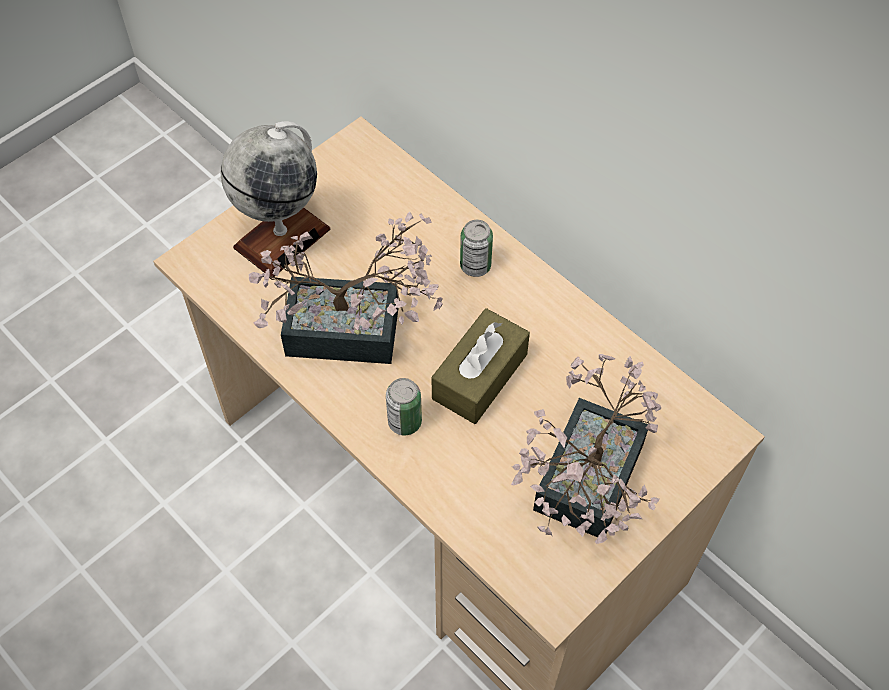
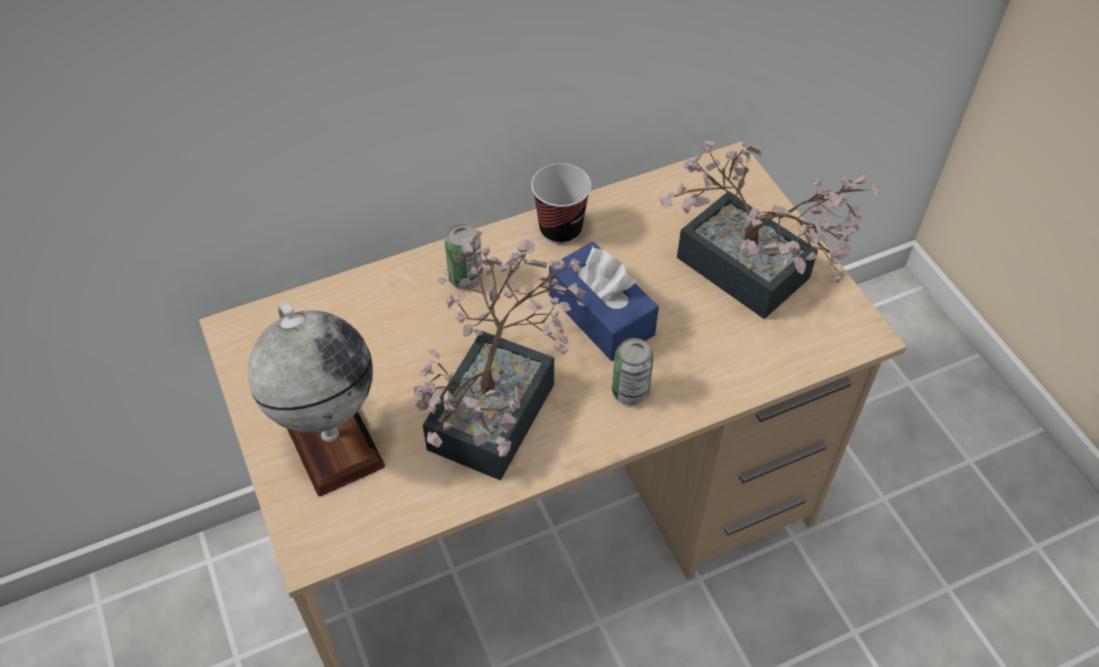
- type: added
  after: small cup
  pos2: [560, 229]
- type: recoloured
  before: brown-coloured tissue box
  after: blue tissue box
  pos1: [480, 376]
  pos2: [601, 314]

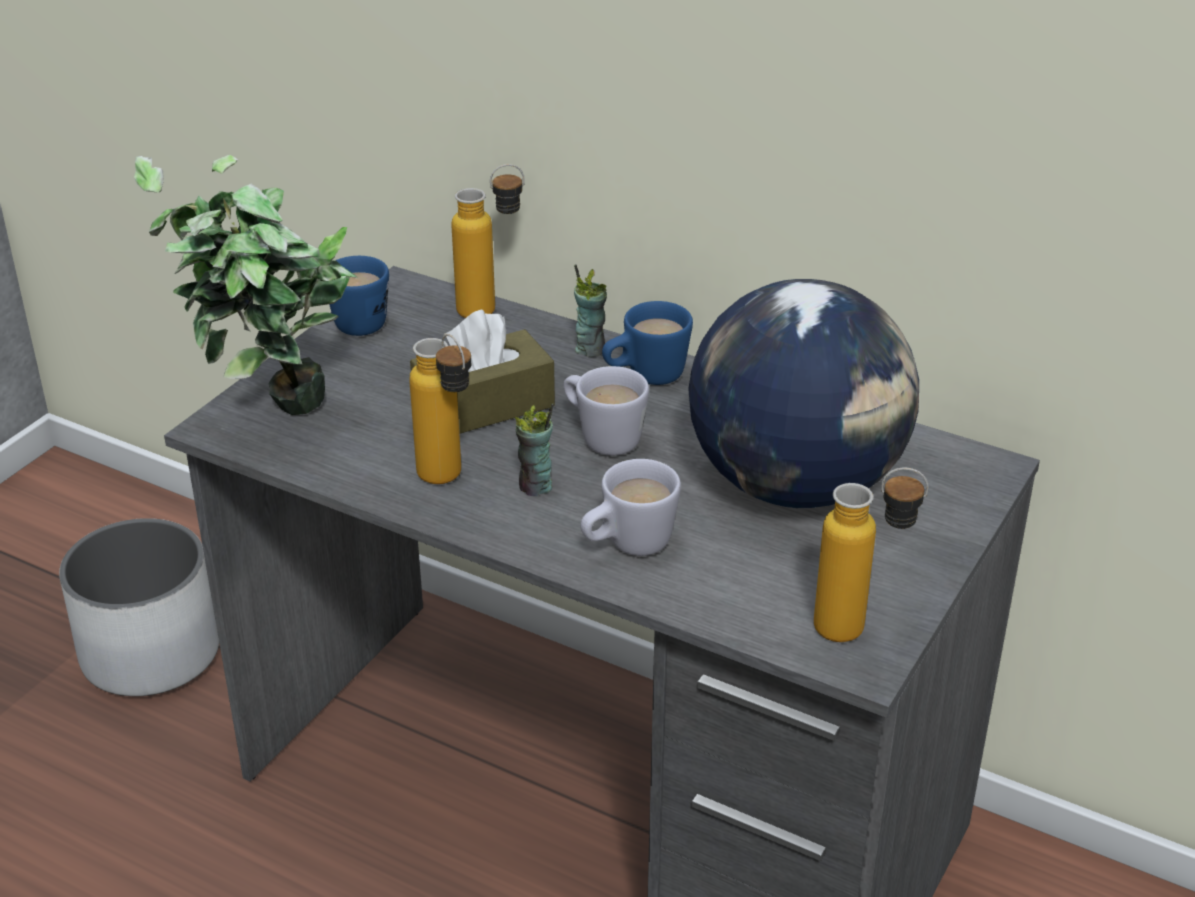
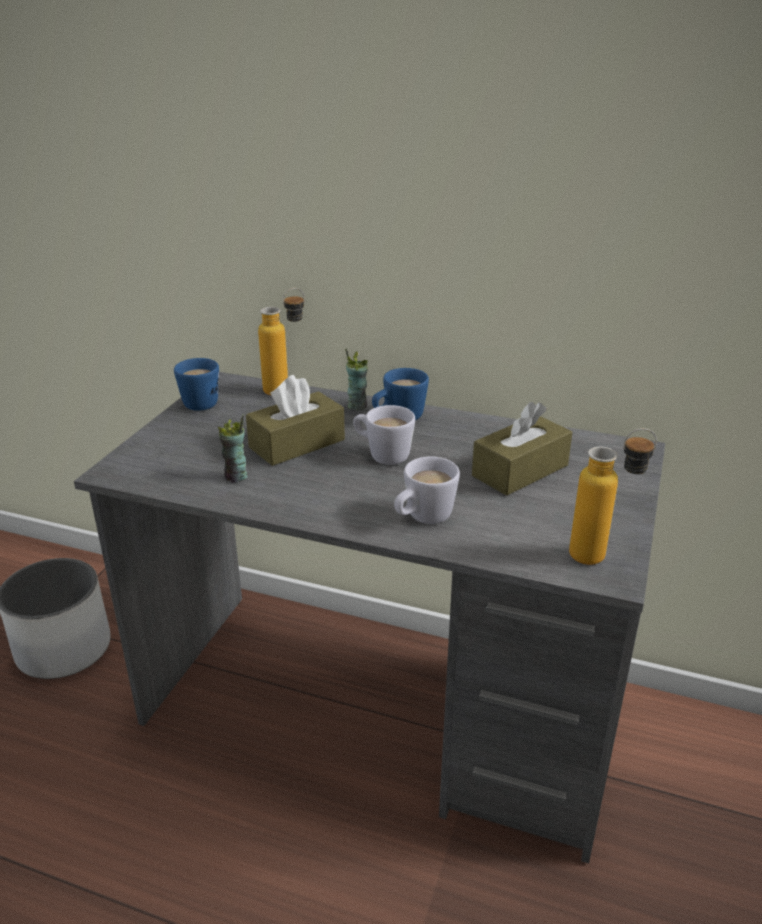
- type: removed
  before: houseplant
  pos1: [271, 419]
- type: removed
  before: drink bottle
  pos1: [449, 482]
- type: moved
  before: small cup
  pos1: [535, 487]
  pos2: [236, 477]
- type: replaced
  before: desk globe
  after: brown-coloured tissue box
  pos1: [796, 484]
  pos2: [520, 470]

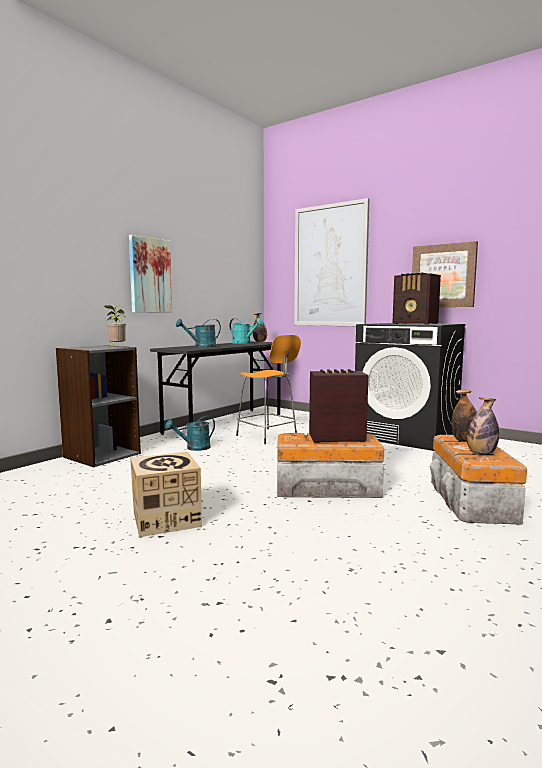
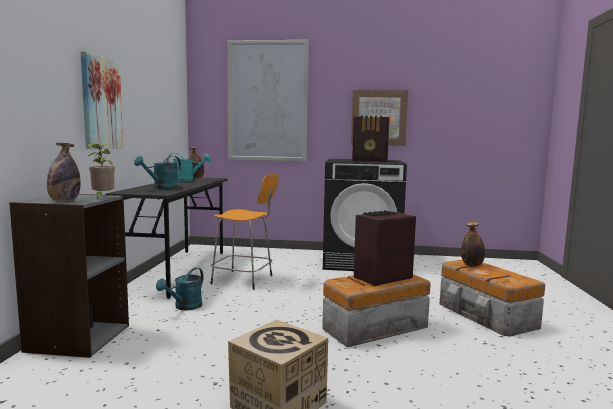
- type: moved
  before: drink bottle
  pos1: [481, 453]
  pos2: [64, 201]

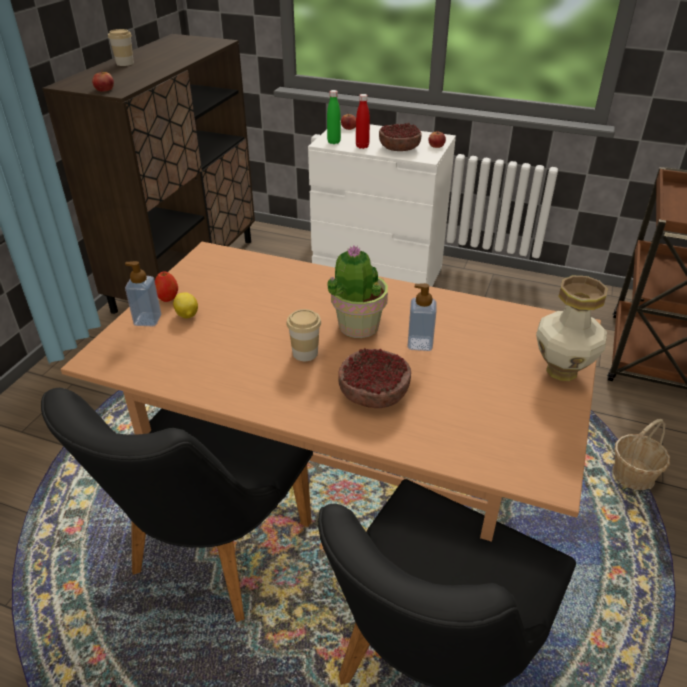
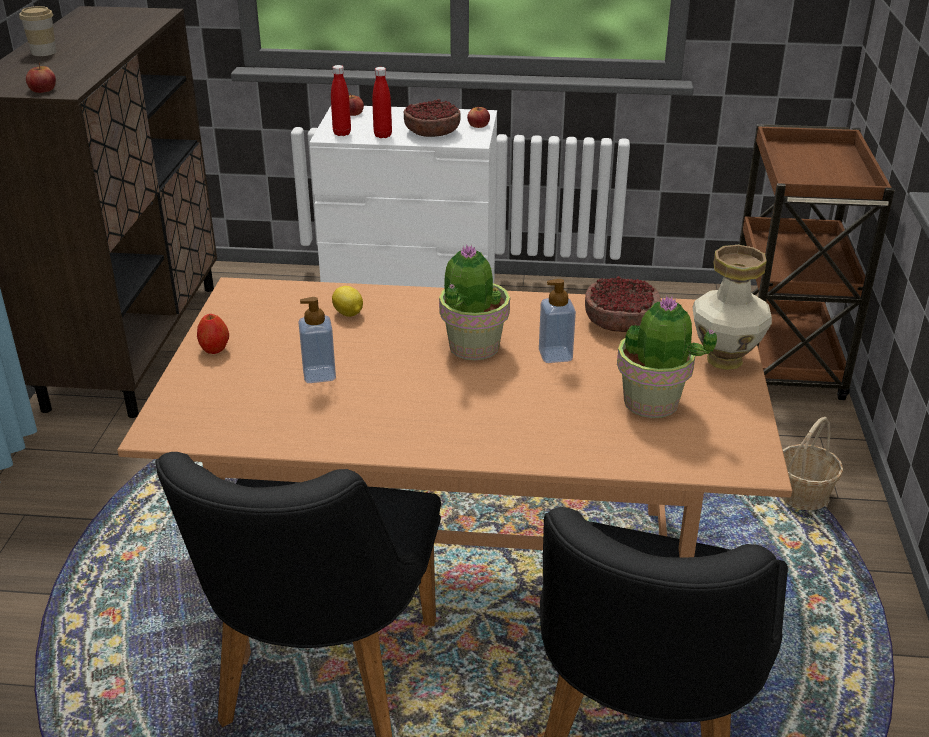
- type: removed
  before: small cup
  pos1: [305, 353]
- type: added
  after: houseplant
  pos2: [651, 403]
- type: moved
  before: soap bottle
  pos1: [147, 320]
  pos2: [319, 375]
- type: moved
  before: citrus fruit
  pos1: [187, 315]
  pos2: [348, 314]
- type: moved
  before: serving bowl
  pos1: [373, 392]
  pos2: [620, 322]
- type: recoloured
  before: greenish drink bottle
  after: red drink bottle
  pos1: [334, 142]
  pos2: [342, 133]

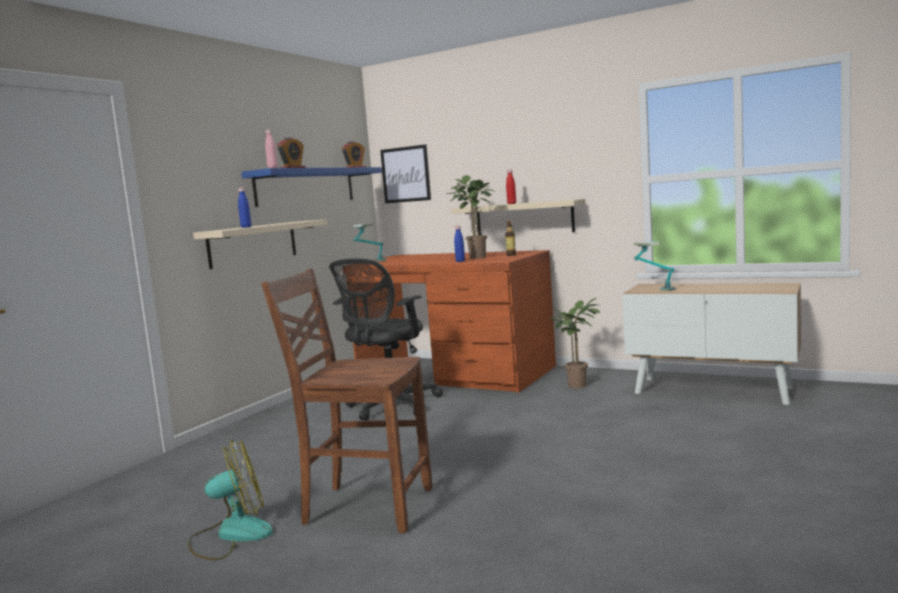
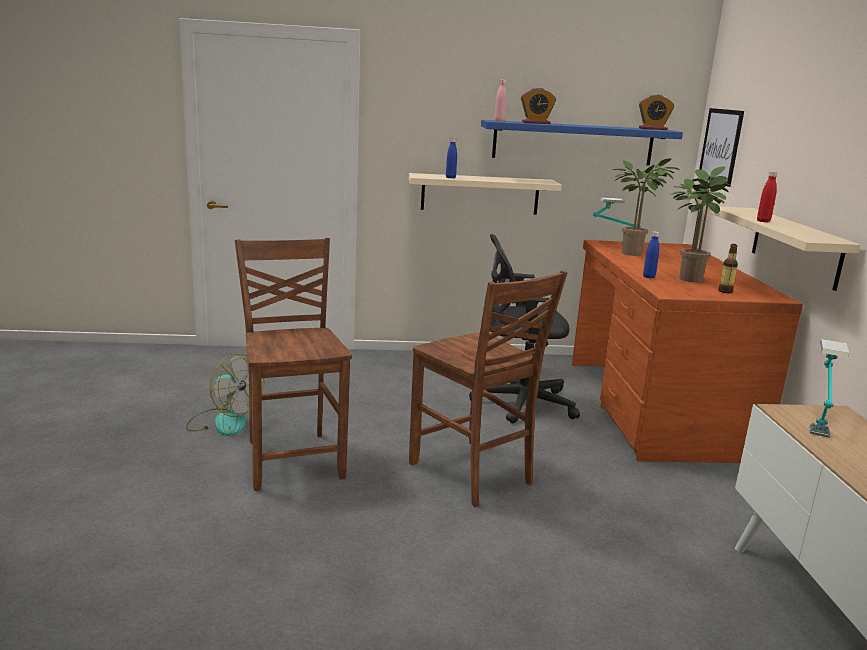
- type: added
  after: brown-coloured plain chair
  pos2: [472, 474]
- type: moved
  before: houseplant
  pos1: [578, 385]
  pos2: [635, 253]

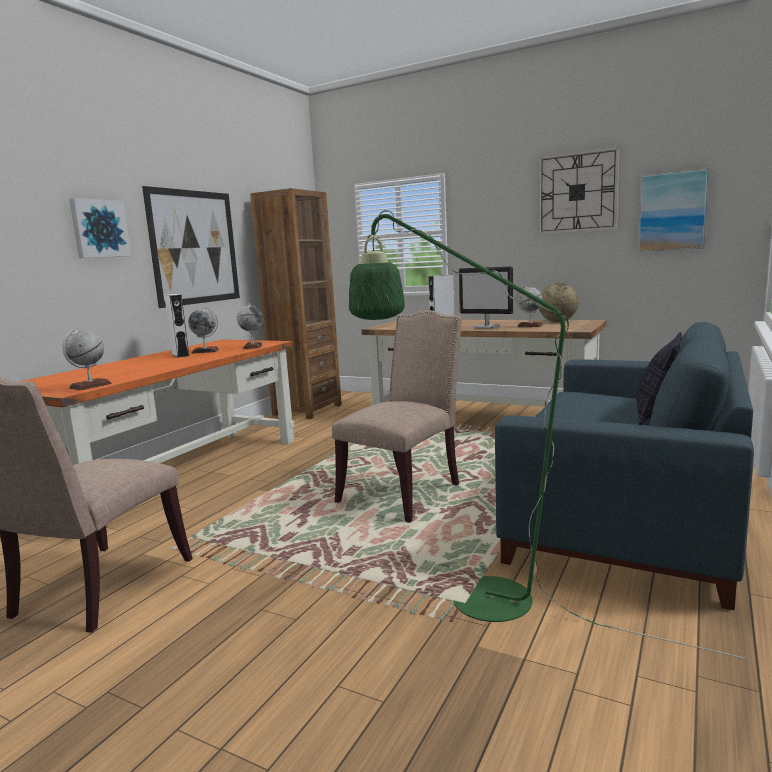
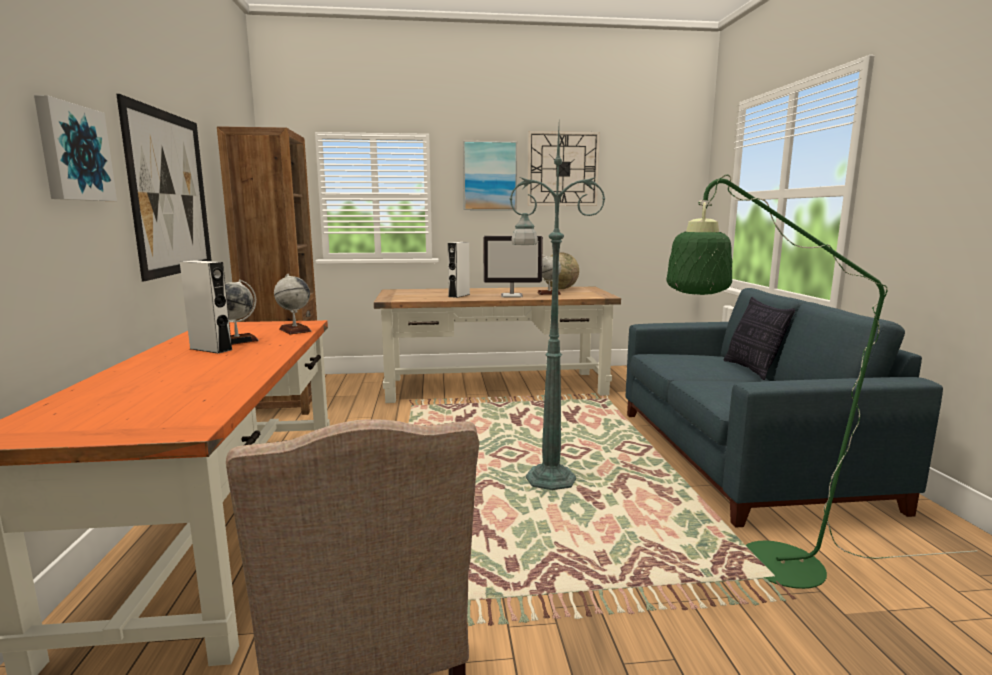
- type: removed
  before: desk globe
  pos1: [90, 386]
- type: moved
  before: wall art
  pos1: [672, 211]
  pos2: [489, 176]
- type: replaced
  before: sand-coloured plain chair
  after: greenish floor lamp
  pos1: [404, 492]
  pos2: [547, 479]

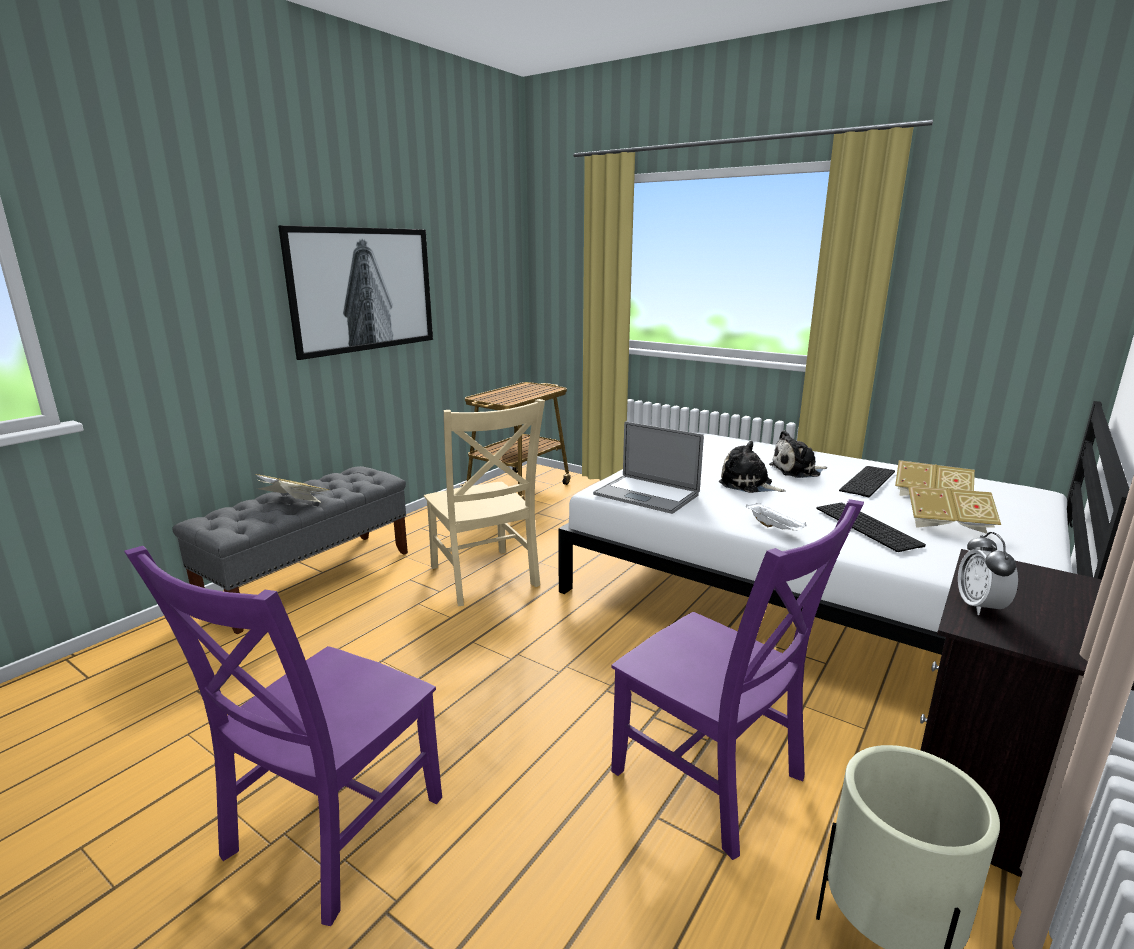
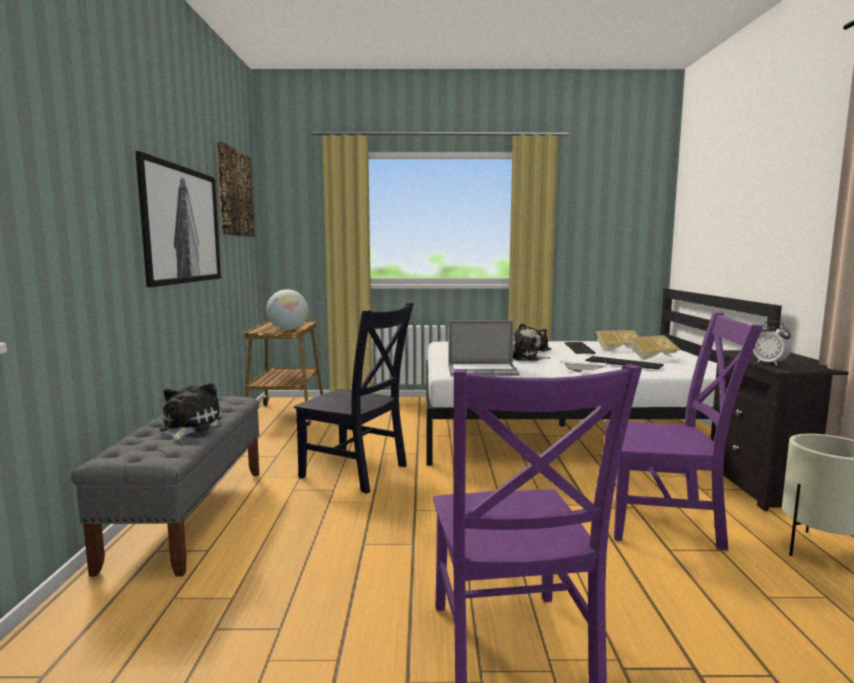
- type: added
  after: wall art
  pos2: [234, 193]
- type: added
  after: desk globe
  pos2: [288, 330]
- type: replaced
  before: volume
  after: plush toy
  pos1: [293, 501]
  pos2: [188, 427]
- type: recoloured
  before: sand-coloured plain chair
  after: black plain chair
  pos1: [484, 578]
  pos2: [357, 472]

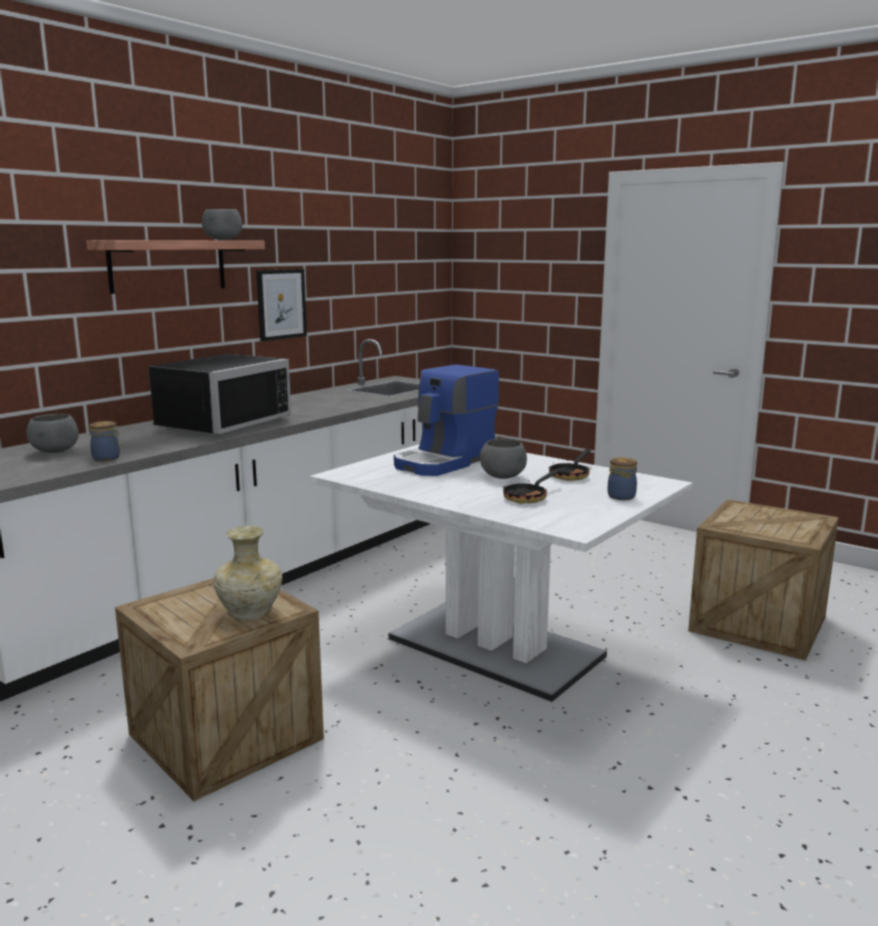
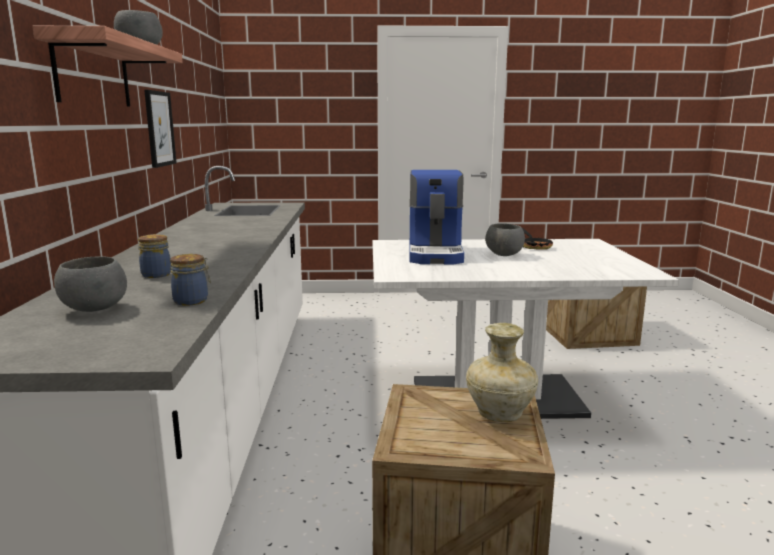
- type: removed
  before: black kitchen microwave
  pos1: [218, 422]
- type: removed
  before: skillet
  pos1: [529, 497]
- type: moved
  before: preserve jar
  pos1: [621, 496]
  pos2: [156, 274]

